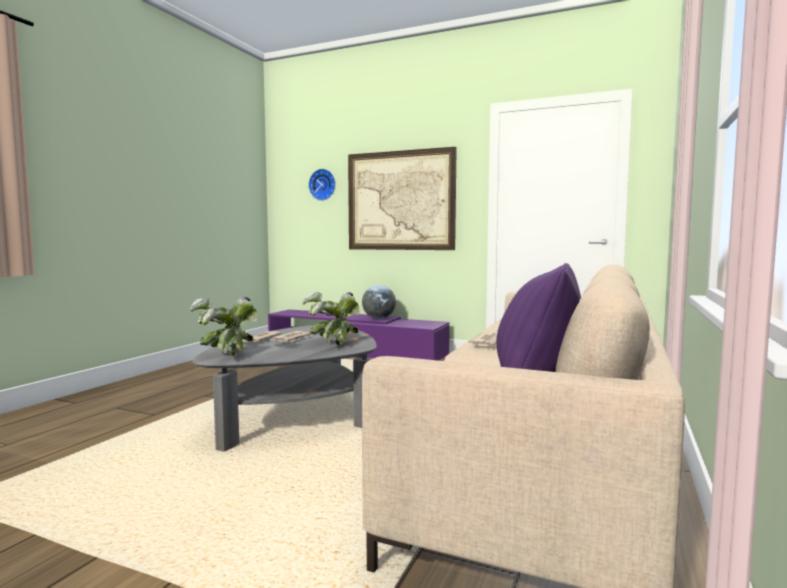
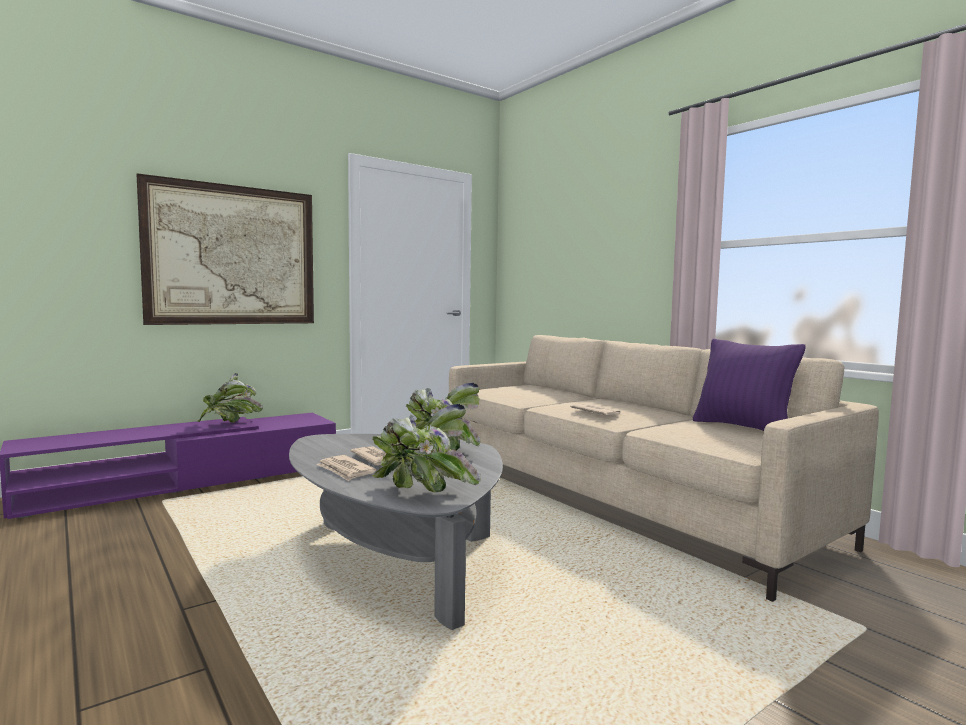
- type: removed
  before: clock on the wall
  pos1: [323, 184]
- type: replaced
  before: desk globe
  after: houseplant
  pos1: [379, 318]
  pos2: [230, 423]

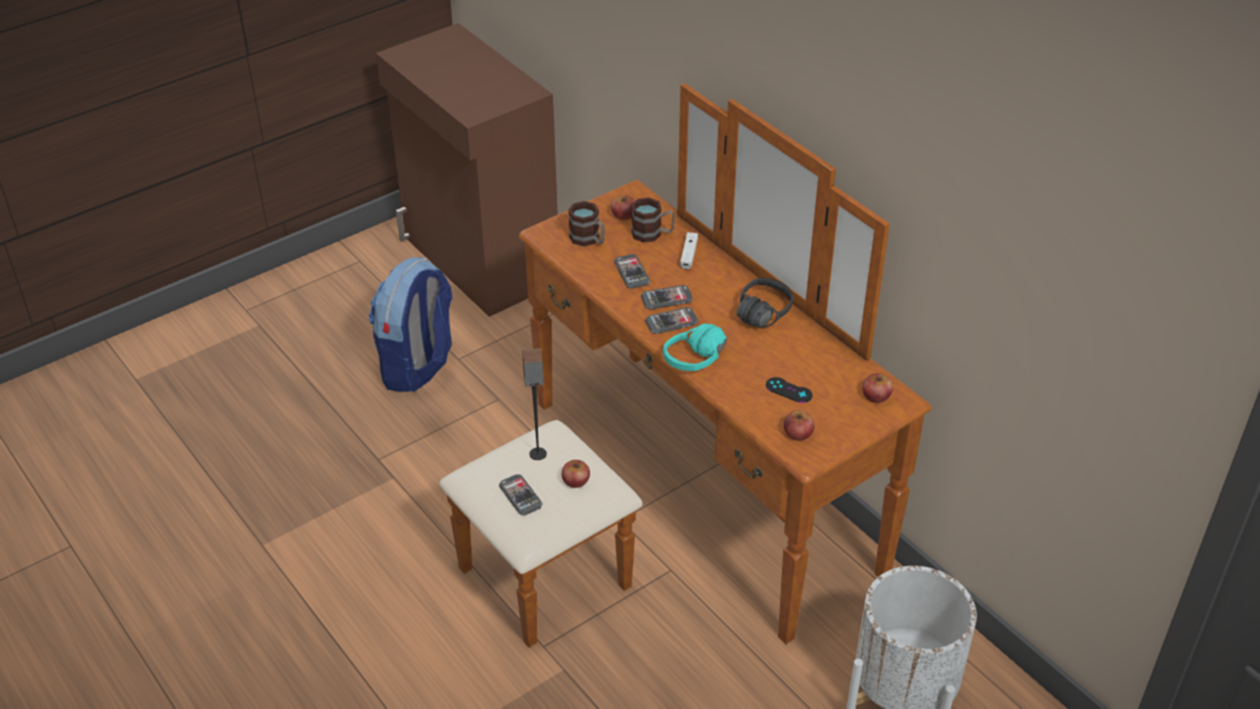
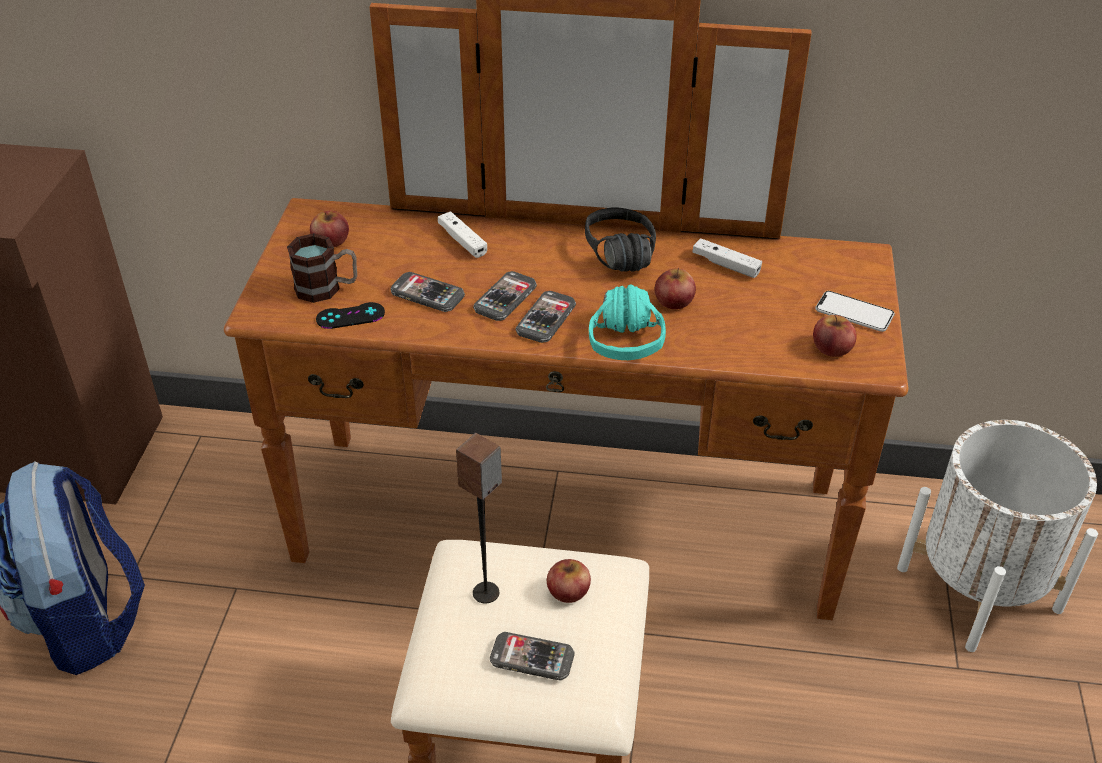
- type: removed
  before: coffee mug
  pos1: [652, 234]
- type: added
  after: white game controller
  pos2: [726, 265]
- type: added
  after: phone
  pos2: [854, 313]
- type: moved
  before: black game controller
  pos1: [788, 390]
  pos2: [350, 316]
- type: moved
  before: apple fruit
  pos1: [876, 395]
  pos2: [674, 300]

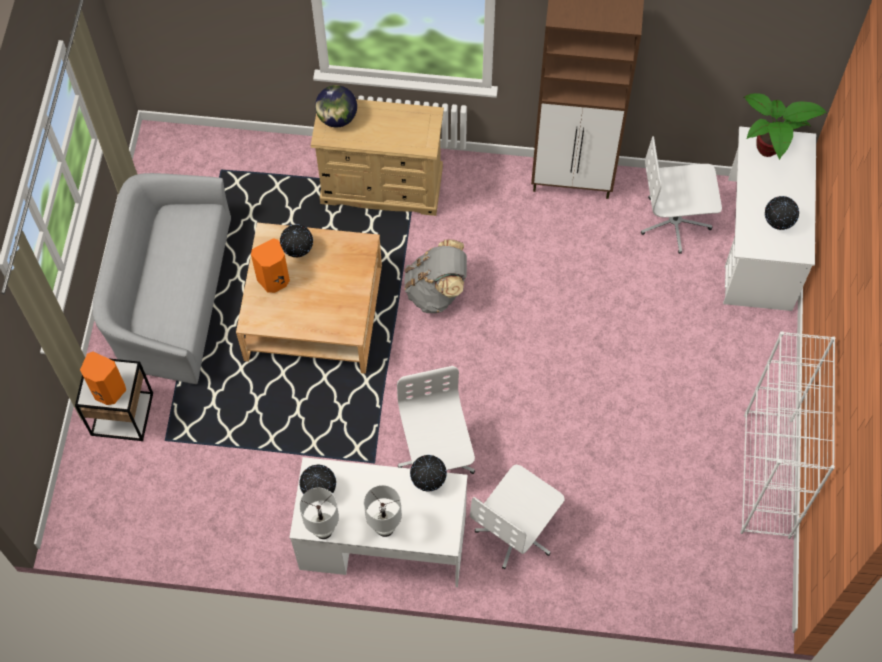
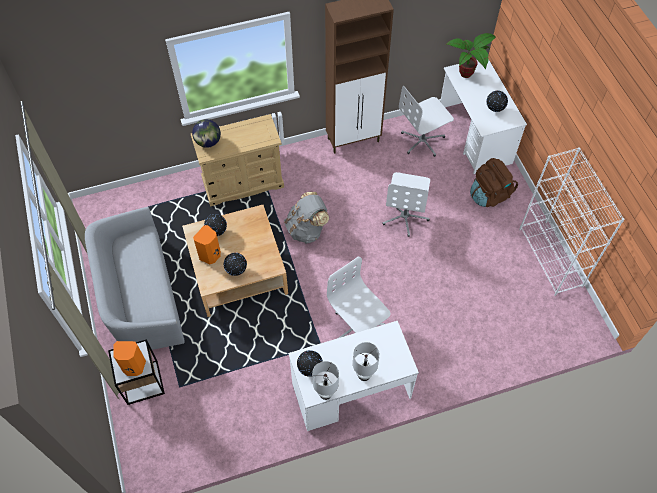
- type: added
  after: brown-coloured rucksack
  pos2: [489, 195]
- type: moved
  before: desk globe
  pos1: [428, 481]
  pos2: [236, 271]
- type: moved
  before: white desk chair
  pos1: [516, 531]
  pos2: [405, 216]

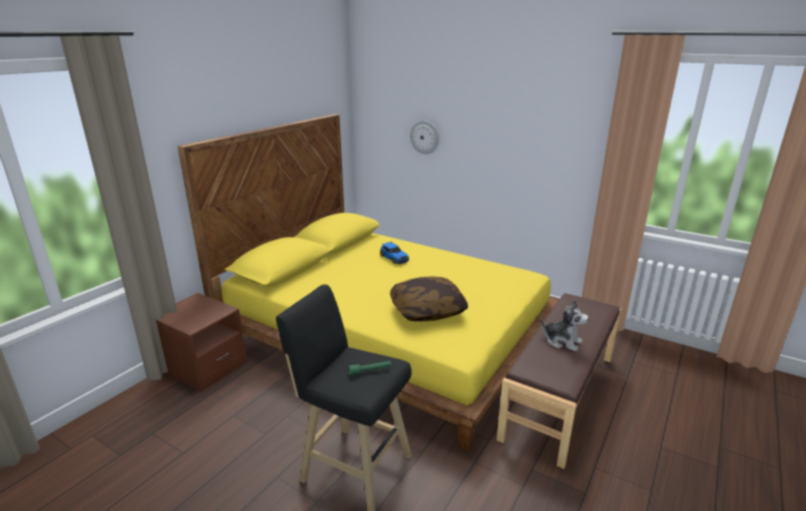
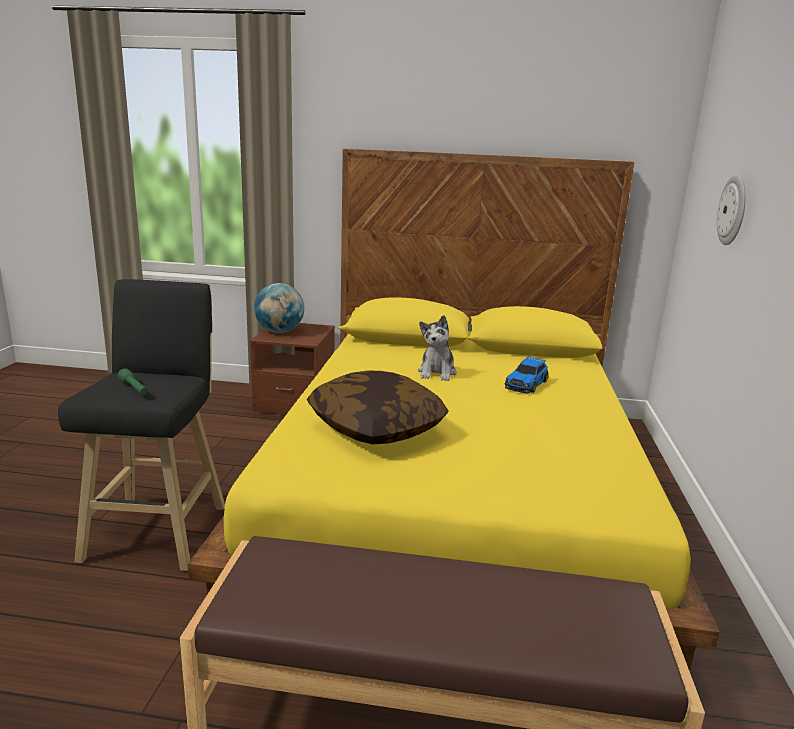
- type: added
  after: desk globe
  pos2: [279, 332]
- type: moved
  before: plush toy
  pos1: [562, 341]
  pos2: [437, 373]

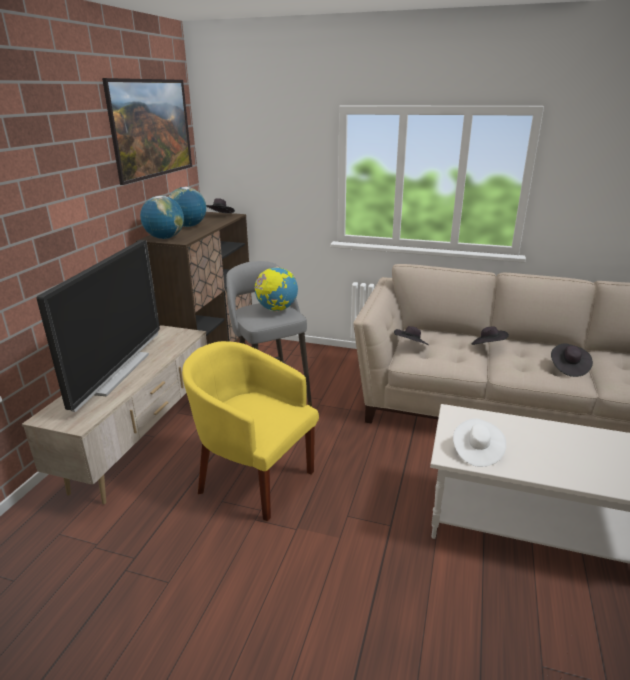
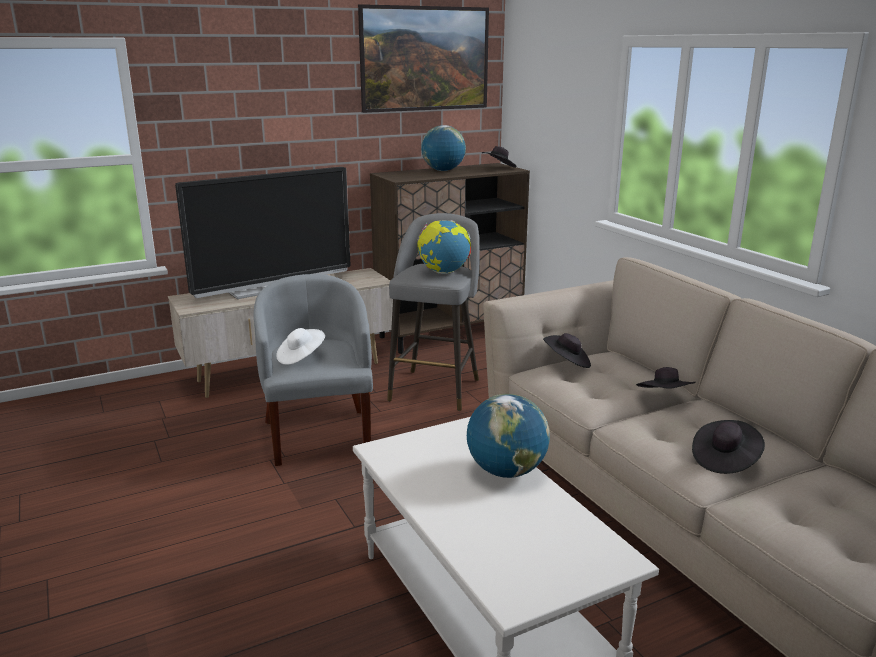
- type: moved
  before: desk globe
  pos1: [165, 238]
  pos2: [506, 471]
- type: moved
  before: white clothing hat
  pos1: [476, 452]
  pos2: [301, 357]
- type: recoloured
  before: yellow-coloured lounge chair
  after: grey lounge chair
  pos1: [253, 478]
  pos2: [319, 434]

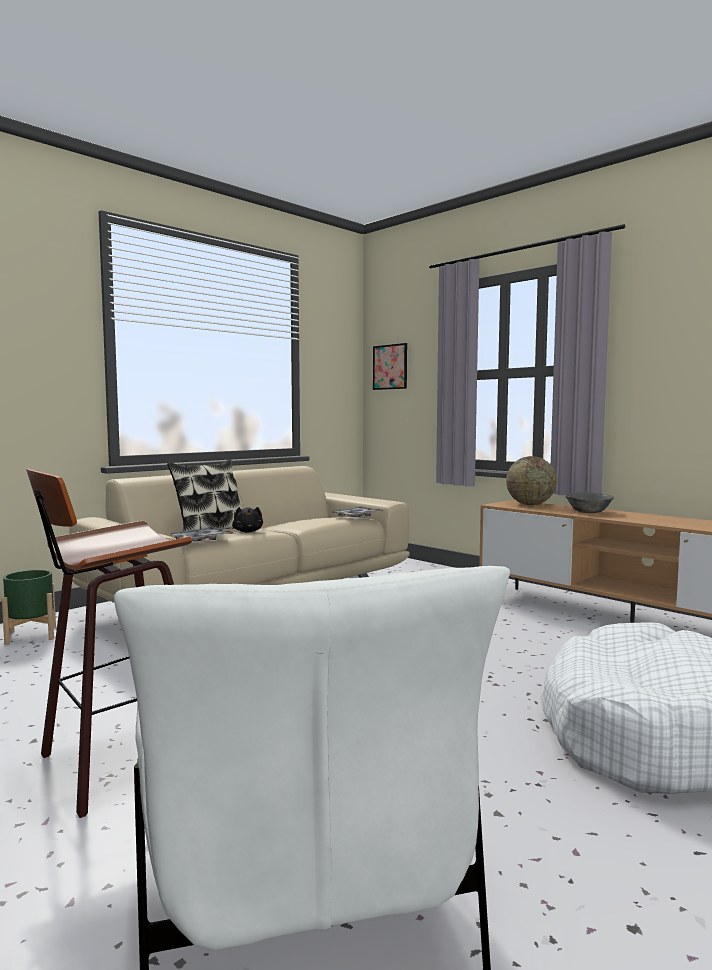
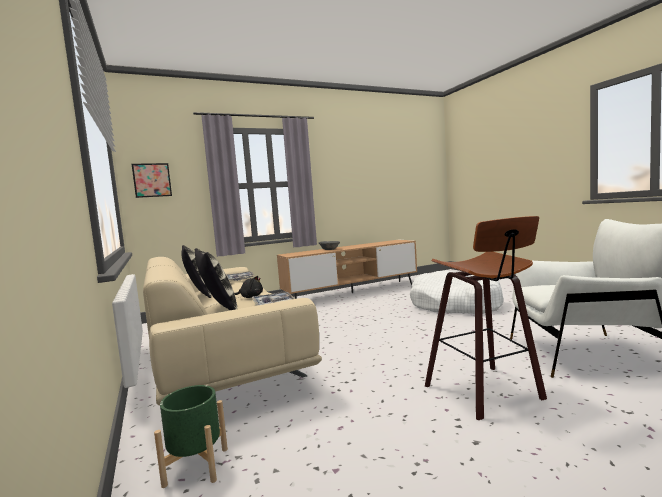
- type: removed
  before: desk globe
  pos1: [530, 504]
- type: added
  after: cushion
  pos2: [199, 294]

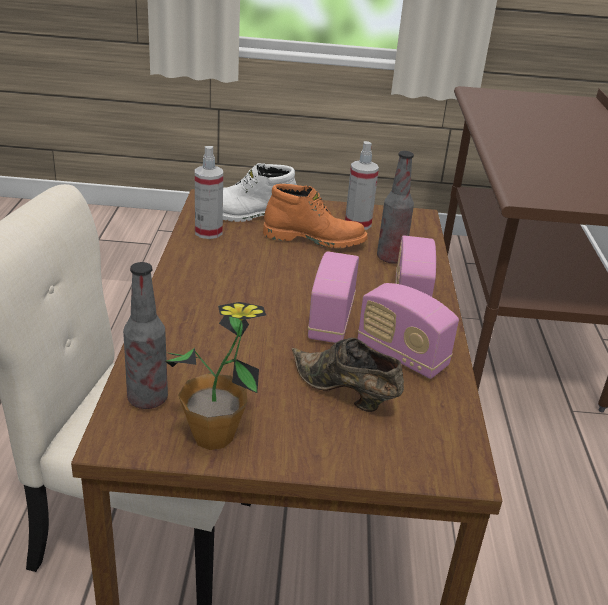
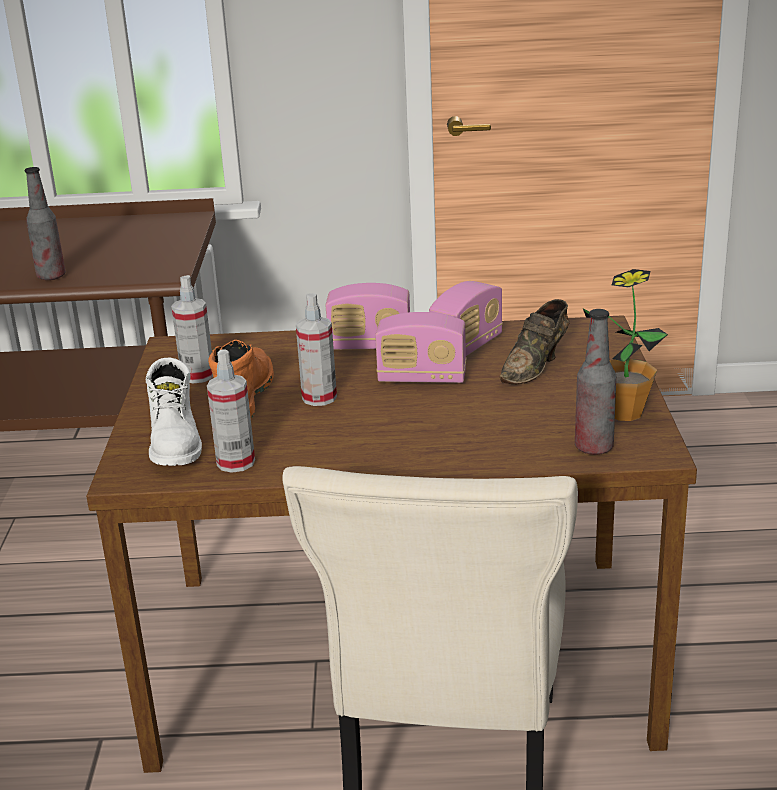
- type: added
  after: sprayer
  pos2: [319, 398]
- type: moved
  before: drink bottle
  pos1: [390, 258]
  pos2: [51, 276]

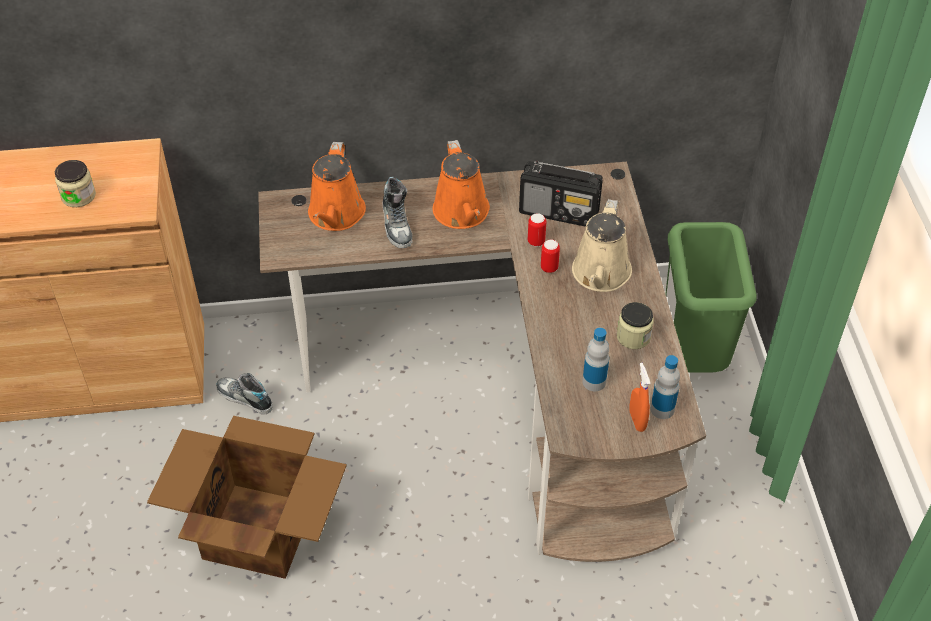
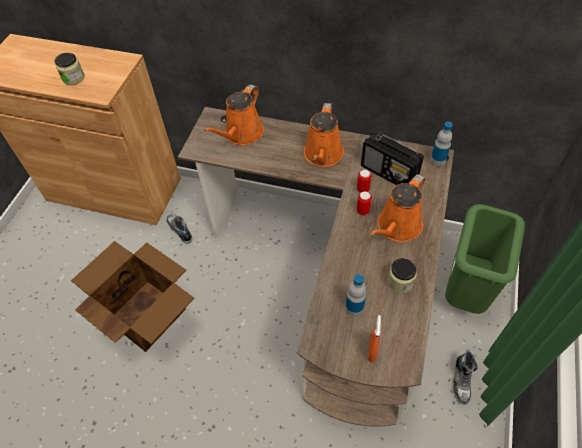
- type: moved
  before: item of footwear
  pos1: [397, 225]
  pos2: [461, 380]
- type: moved
  before: drink bottle
  pos1: [662, 409]
  pos2: [437, 160]
- type: recoloured
  before: sand-coloured watering can
  after: orange watering can
  pos1: [600, 275]
  pos2: [397, 227]

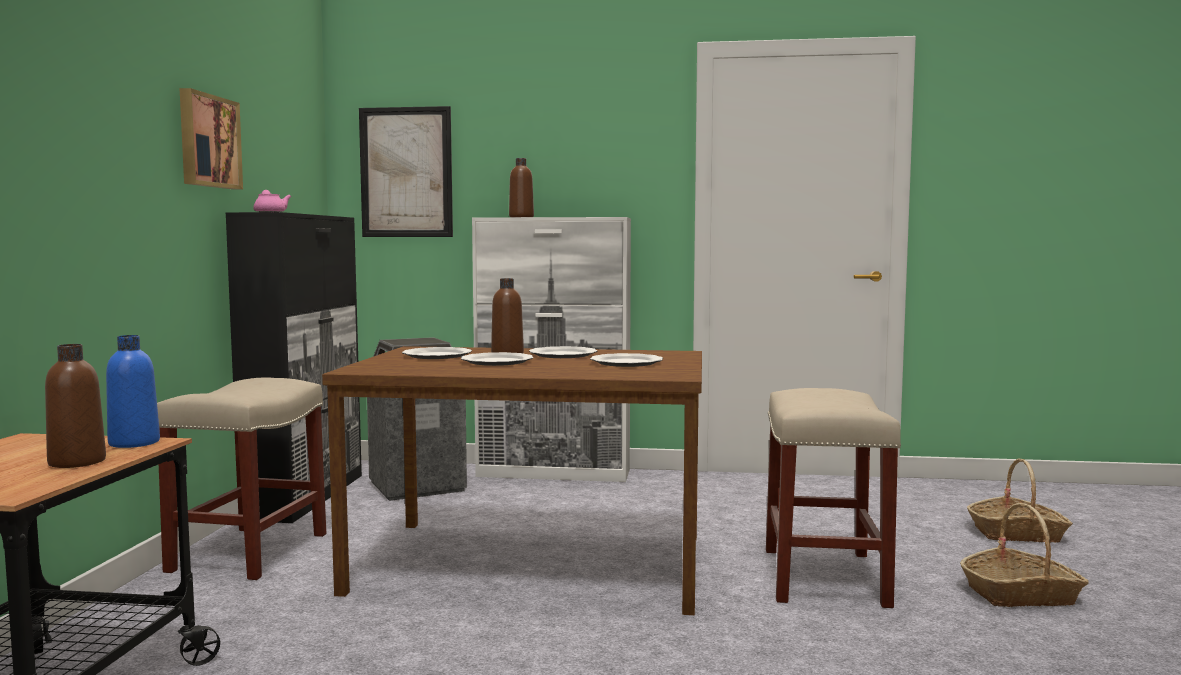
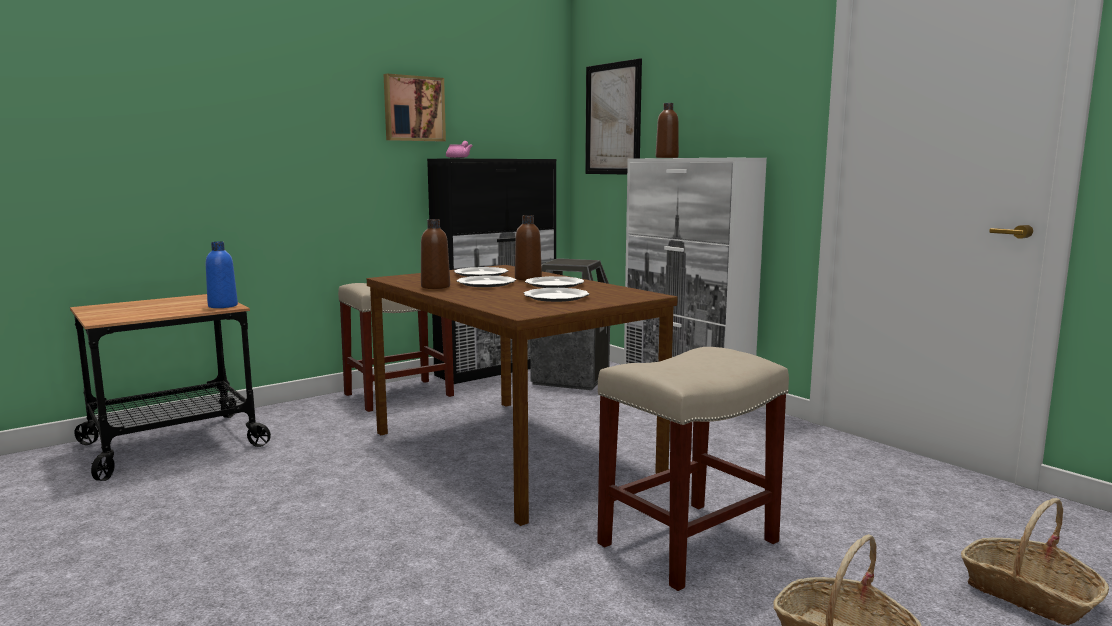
- type: moved
  before: brown-coloured drink bottle
  pos1: [77, 462]
  pos2: [435, 287]

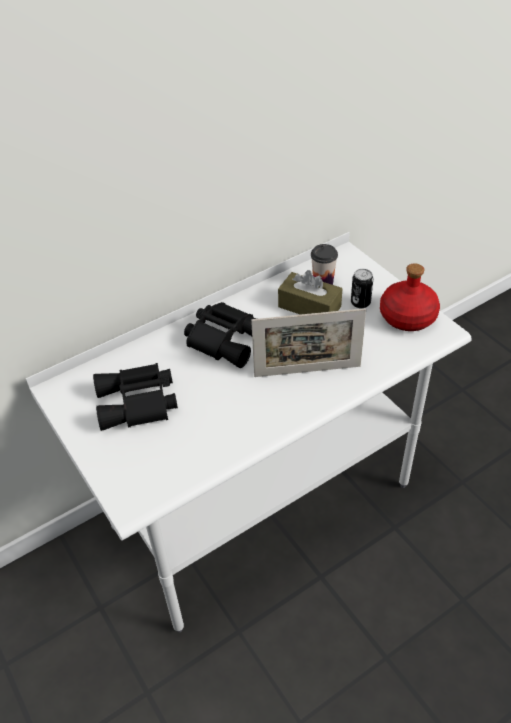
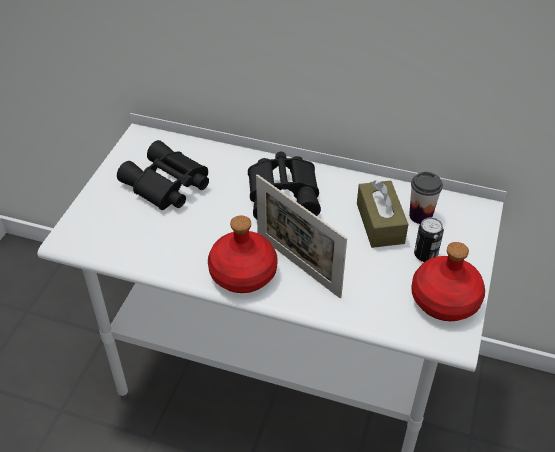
- type: added
  after: red drink bottle
  pos2: [242, 273]

